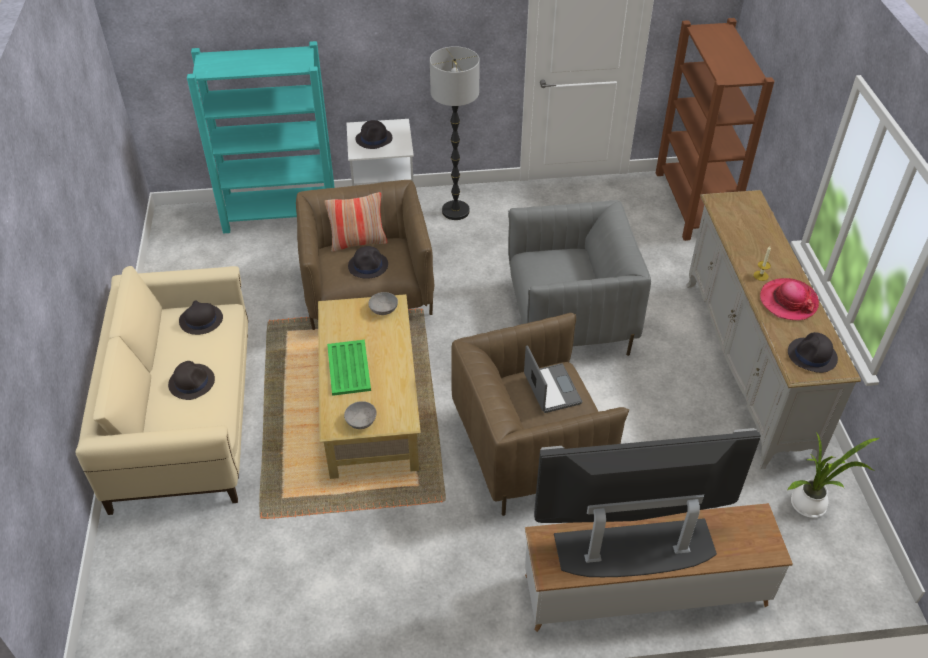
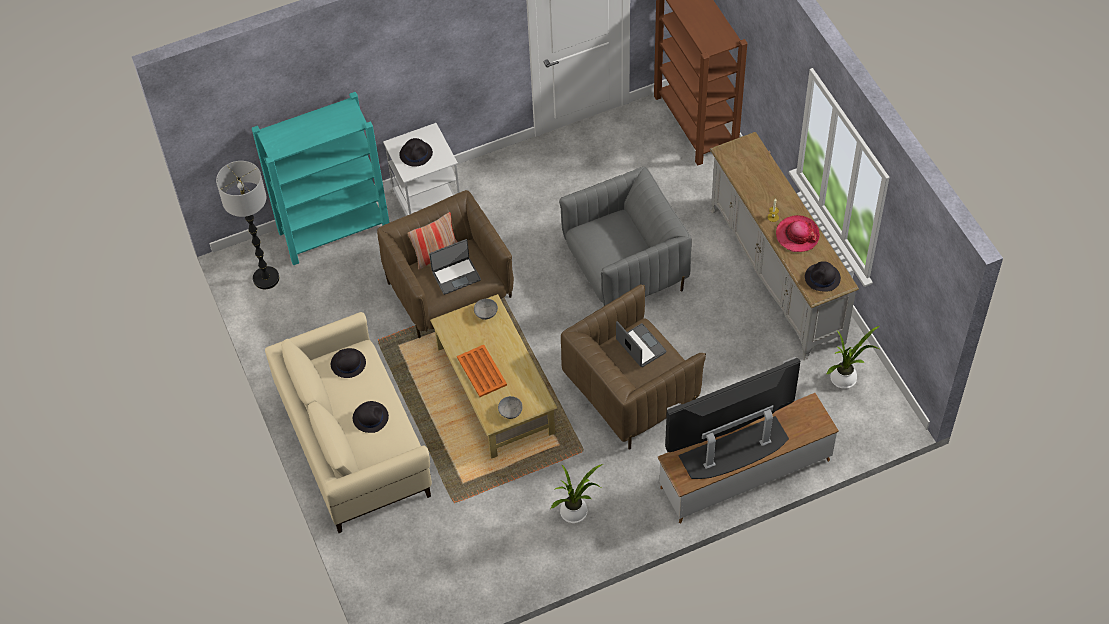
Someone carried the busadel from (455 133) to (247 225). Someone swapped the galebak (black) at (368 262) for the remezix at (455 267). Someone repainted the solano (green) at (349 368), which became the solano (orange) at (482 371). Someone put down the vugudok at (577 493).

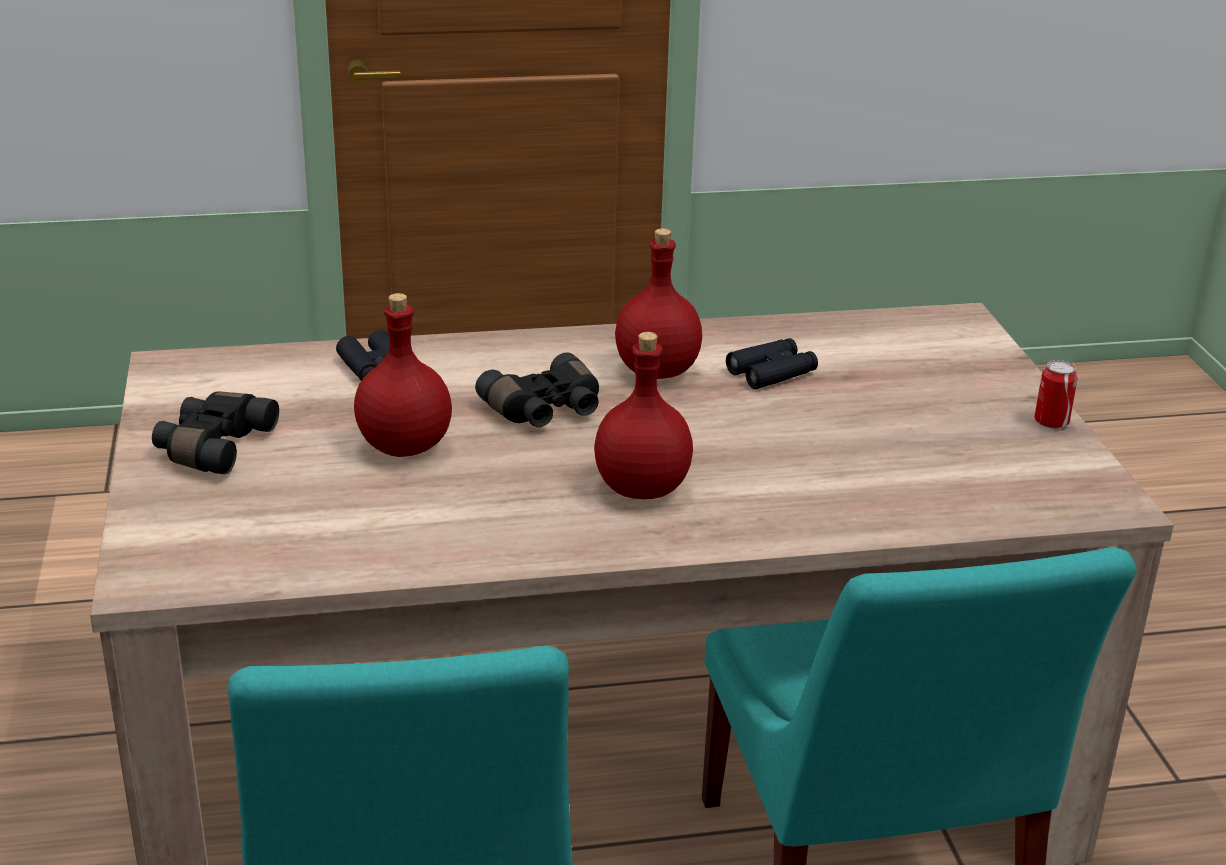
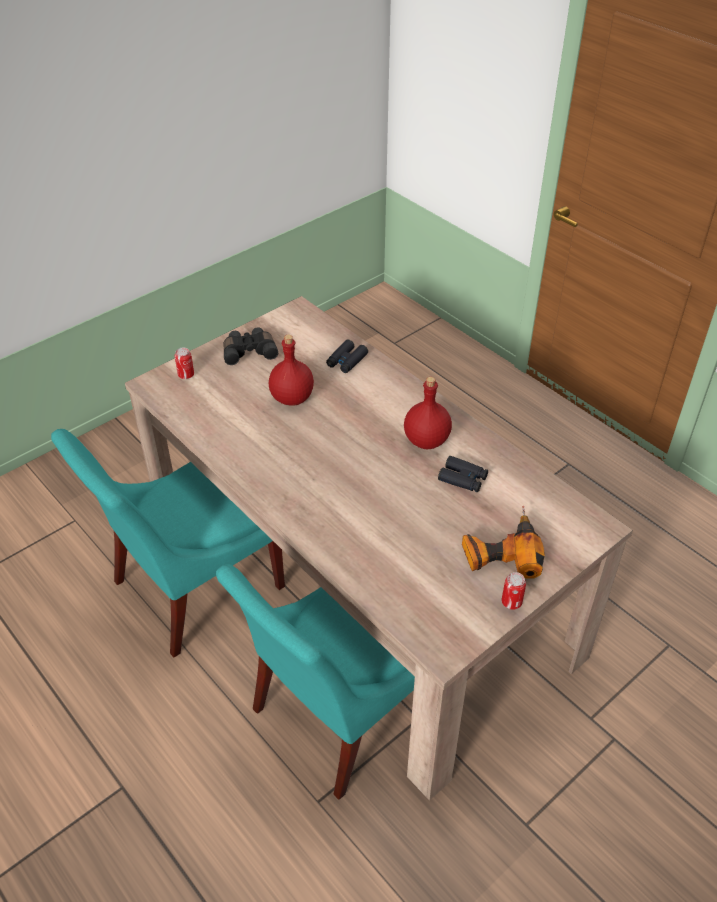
Someone put down the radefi at (184 363). Someone put down the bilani at (503 542). Someone took away the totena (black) at (537 390). Someone took away the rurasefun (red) at (643 415).

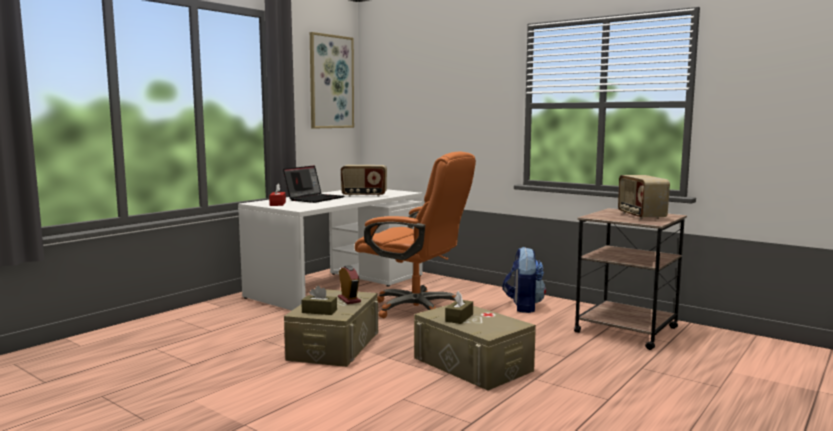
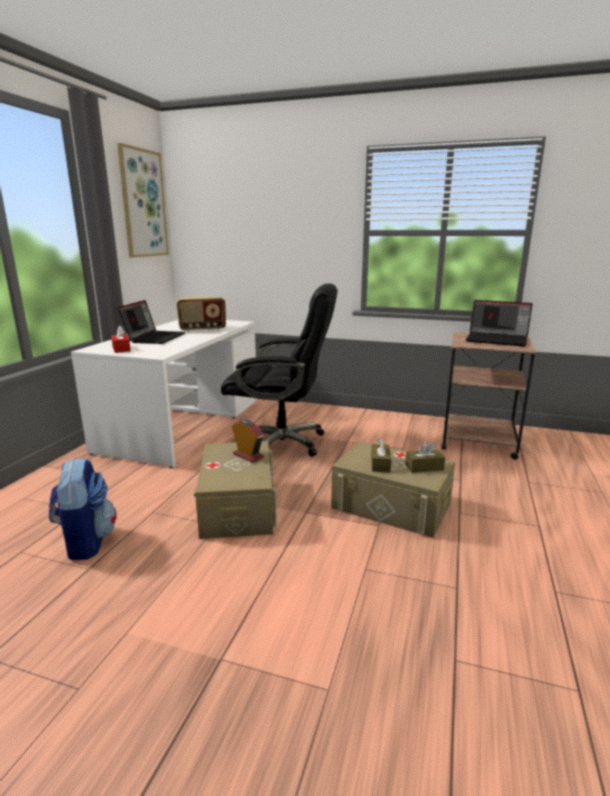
Someone carried the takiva from (524 280) to (83 509). Someone repainted the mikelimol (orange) at (415 235), which became the mikelimol (black) at (279 370). Someone carried the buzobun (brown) from (319 300) to (425 457). Someone swapped the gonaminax at (644 197) for the remezix at (498 323).

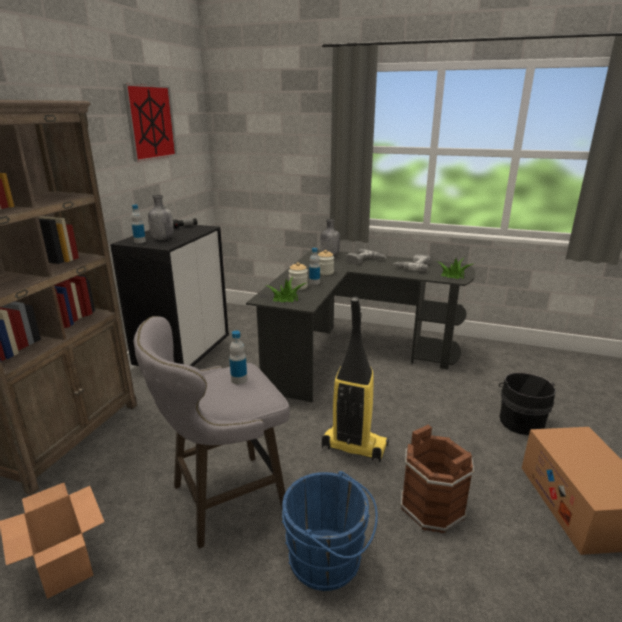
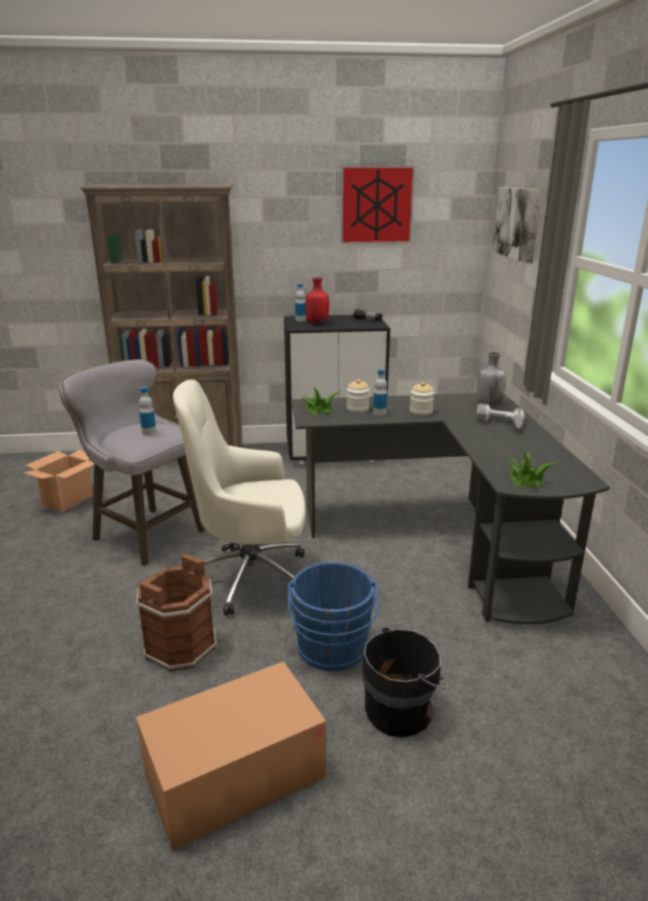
Someone swapped the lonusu at (355 380) for the mikelimol (beige) at (239 498). Someone carried the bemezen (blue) from (330 531) to (333 616). Someone repainted the rurasefun (grey) at (161 217), which became the rurasefun (red) at (317 301). Someone put up the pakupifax at (517 225). Someone took away the bilani at (412 262).

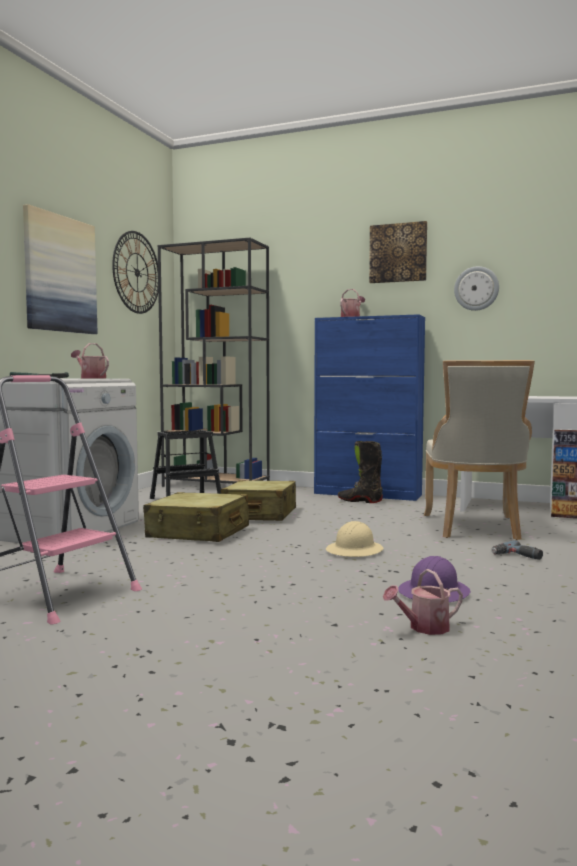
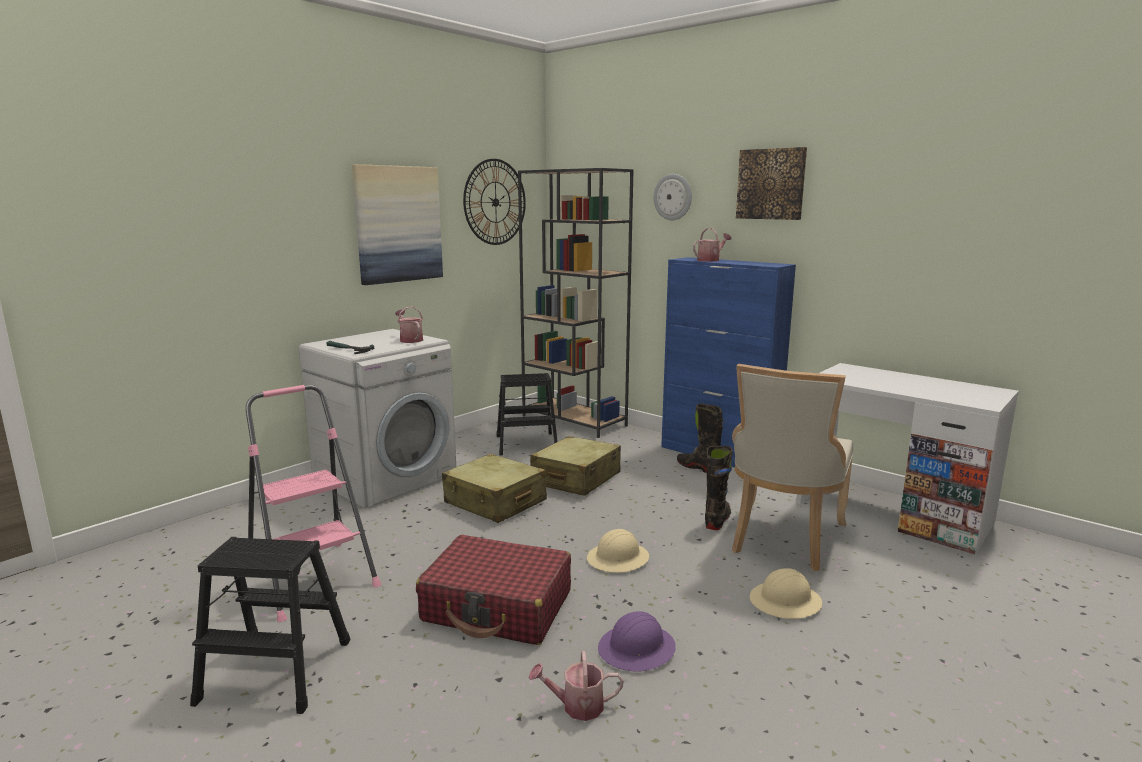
Someone put down the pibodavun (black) at (270 625). Someone put down the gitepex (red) at (493 590). Someone carried the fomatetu from (476 288) to (673 197). Someone put down the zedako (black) at (719 488). Someone swapped the bilani at (517 550) for the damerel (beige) at (786 593).

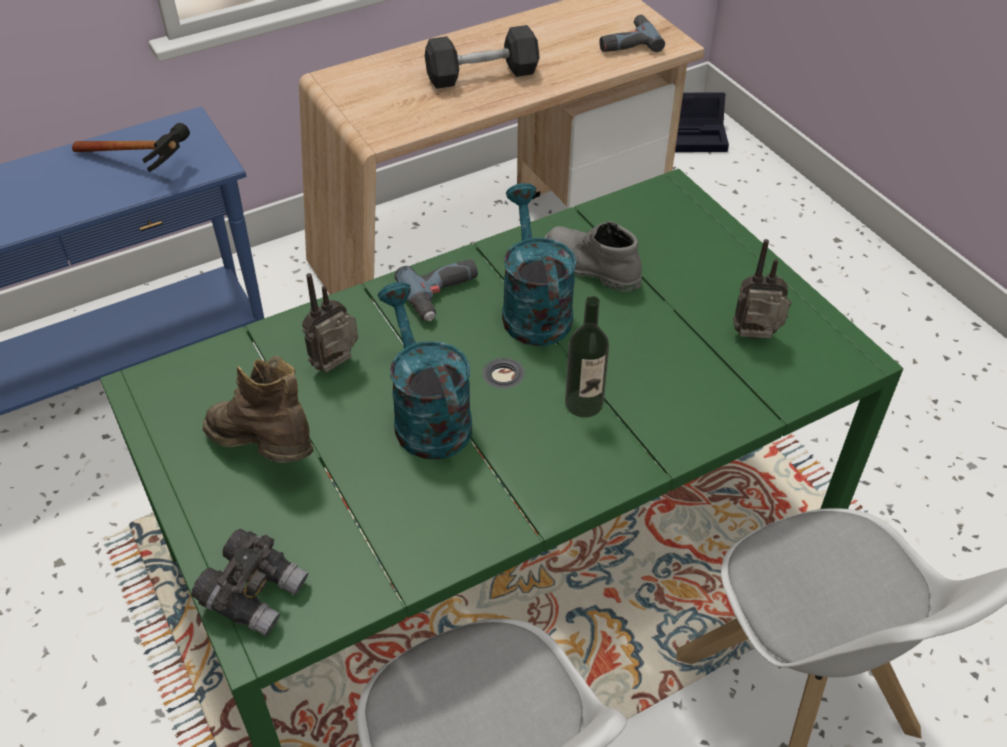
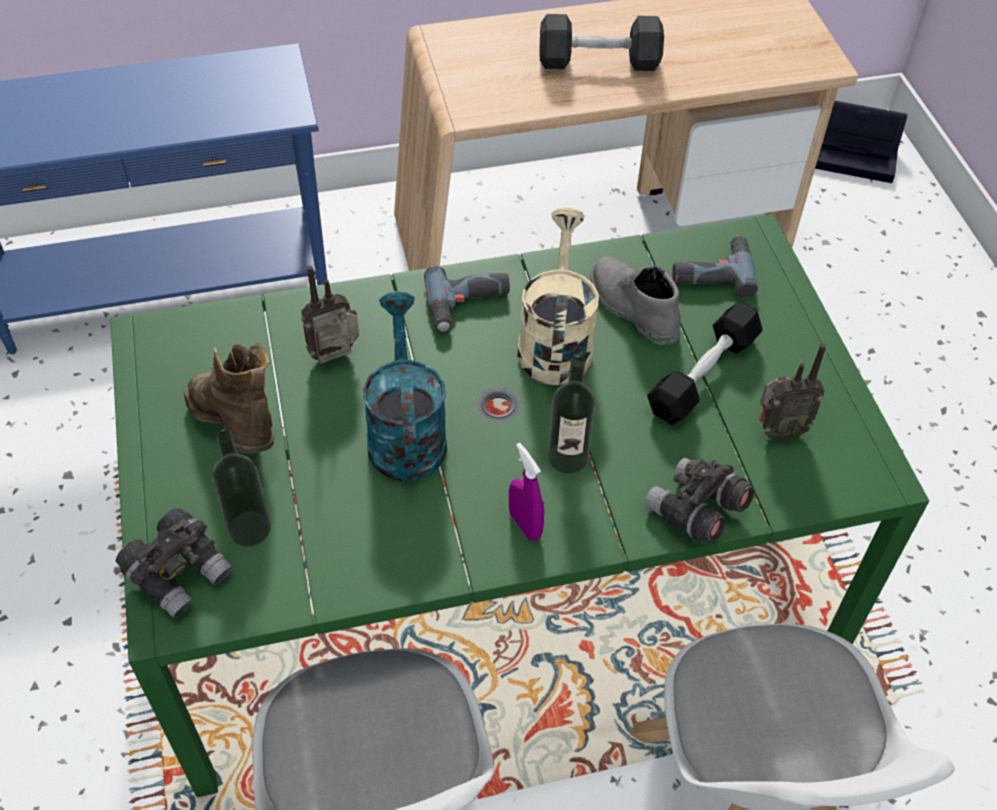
Someone put down the rurasefun at (241 488). Someone put down the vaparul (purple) at (527 492). Someone repainted the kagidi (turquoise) at (539 264), which became the kagidi (beige) at (558 296). Someone put down the totena (grey) at (699 500). Someone put down the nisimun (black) at (705 363). Someone carried the bilani from (632 33) to (715 266). Someone rotated the gonaminax at (762 289) by 150 degrees clockwise. Someone took away the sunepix at (131 147).

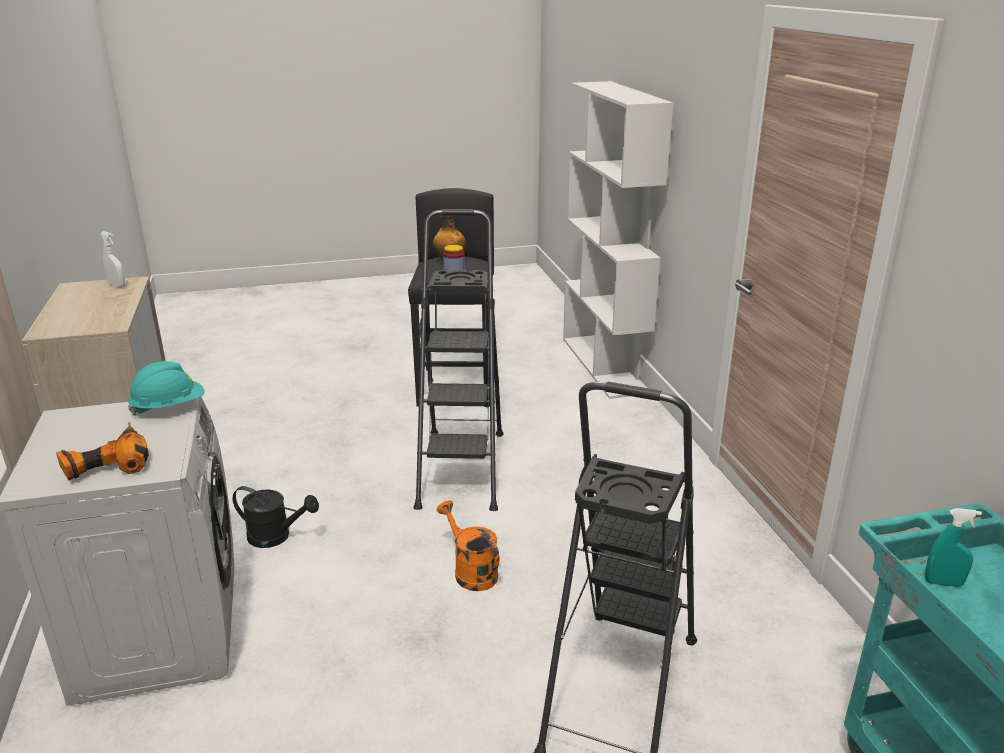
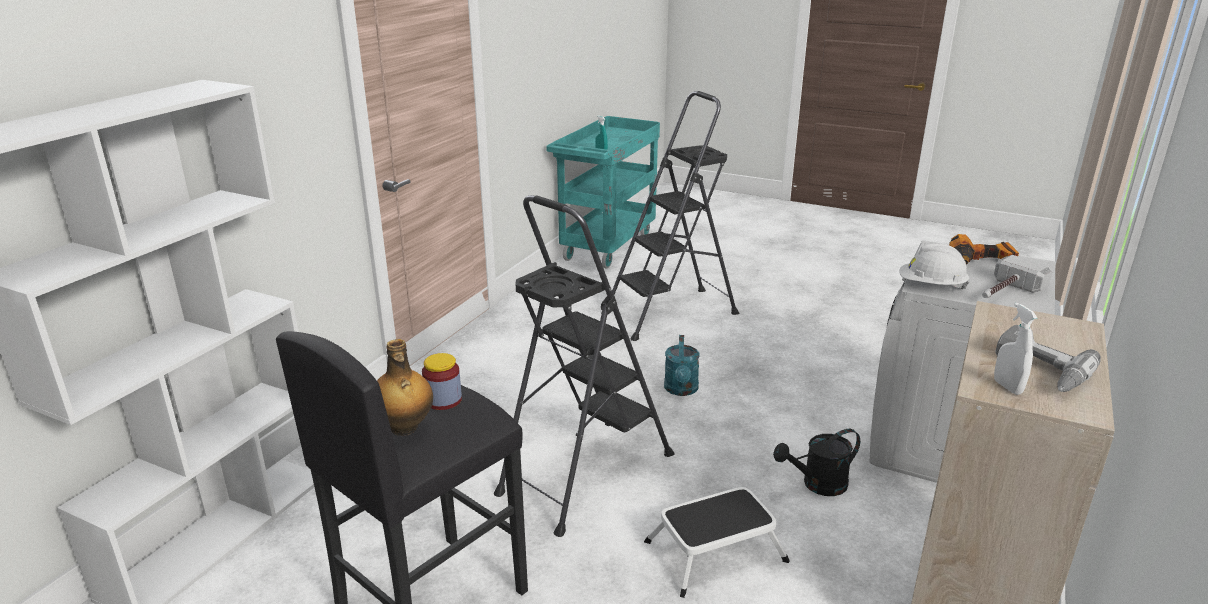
Someone put down the pibodavun (black) at (717 542). Someone repainted the kagidi (orange) at (468 545), which became the kagidi (turquoise) at (682 365). Someone rotated the kagidi (black) at (276 517) by 75 degrees counterclockwise. Someone repainted the damerel (turquoise) at (166 388), which became the damerel (white) at (934 266). Someone put down the sunepix at (1017 276). Someone put down the bilani at (1048 358).

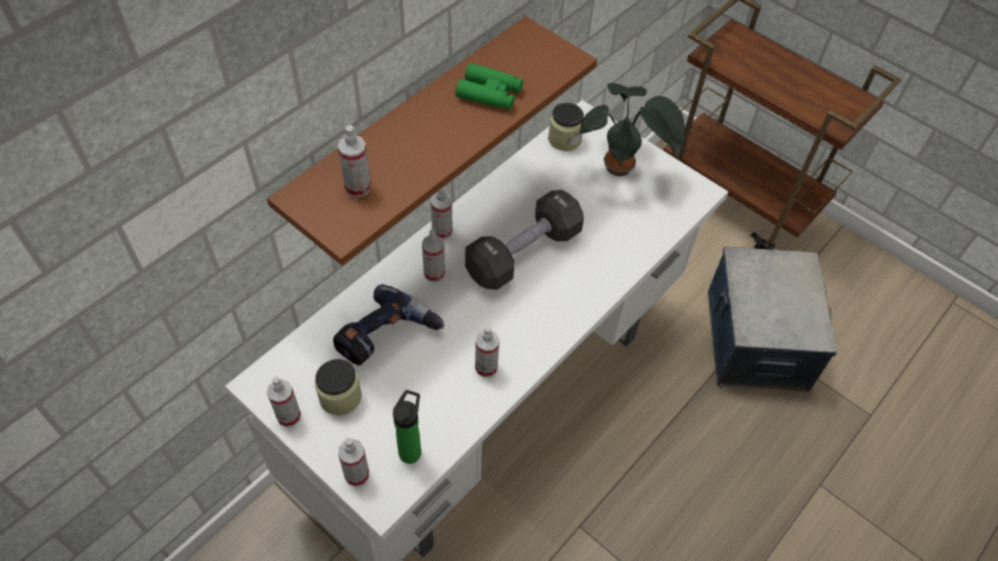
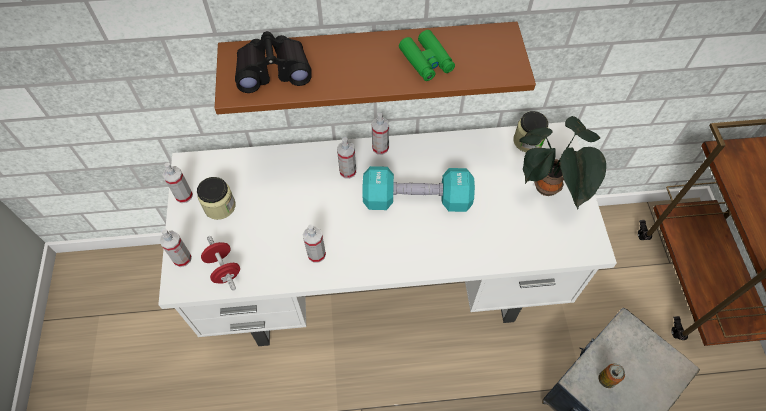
Someone swapped the rurasefun at (407 427) for the nisimun (red) at (220 263). Someone swapped the vaparul at (354 161) for the totena (black) at (273 62). Someone repainted the nisimun (black) at (524 240), which became the nisimun (turquoise) at (418 189). Someone put down the radefi at (612 375). Someone took away the bilani at (388 325).

